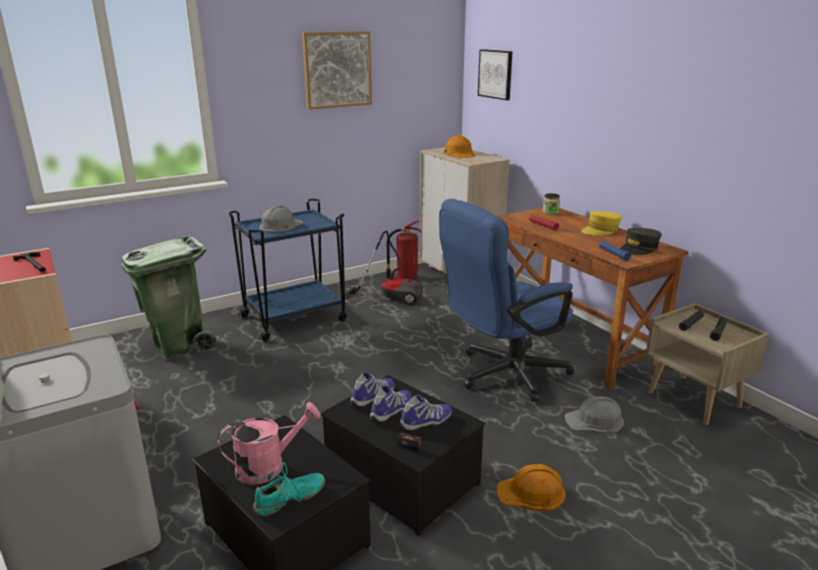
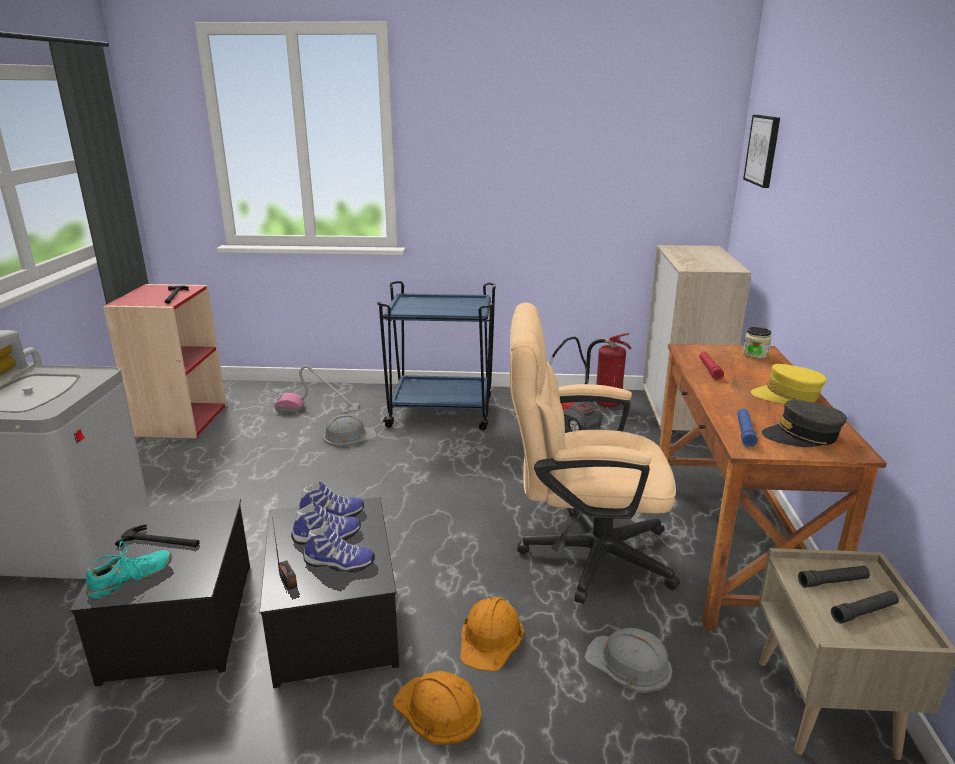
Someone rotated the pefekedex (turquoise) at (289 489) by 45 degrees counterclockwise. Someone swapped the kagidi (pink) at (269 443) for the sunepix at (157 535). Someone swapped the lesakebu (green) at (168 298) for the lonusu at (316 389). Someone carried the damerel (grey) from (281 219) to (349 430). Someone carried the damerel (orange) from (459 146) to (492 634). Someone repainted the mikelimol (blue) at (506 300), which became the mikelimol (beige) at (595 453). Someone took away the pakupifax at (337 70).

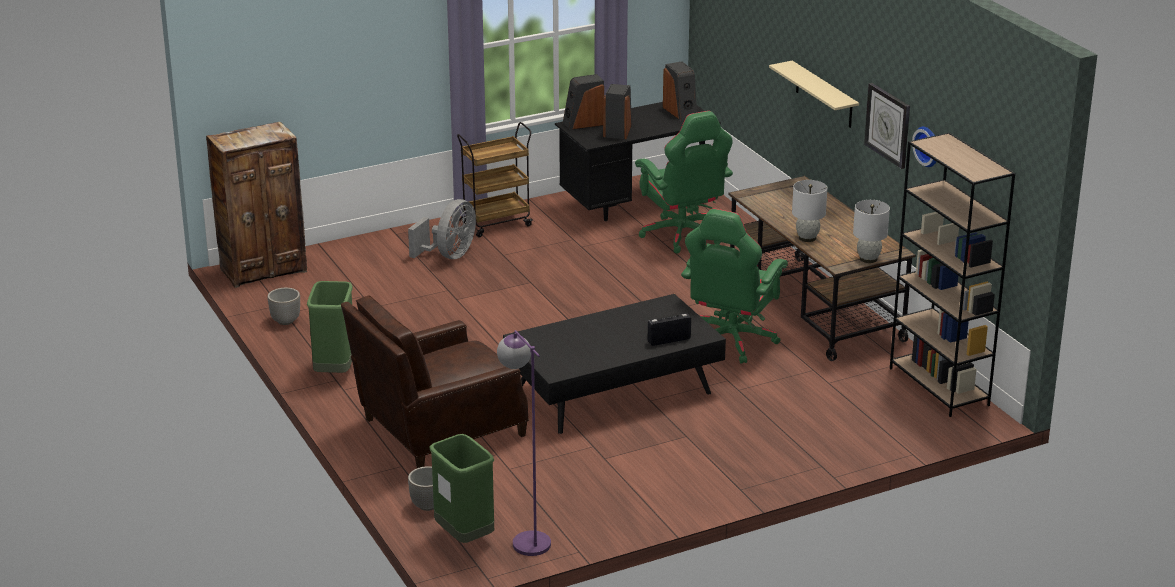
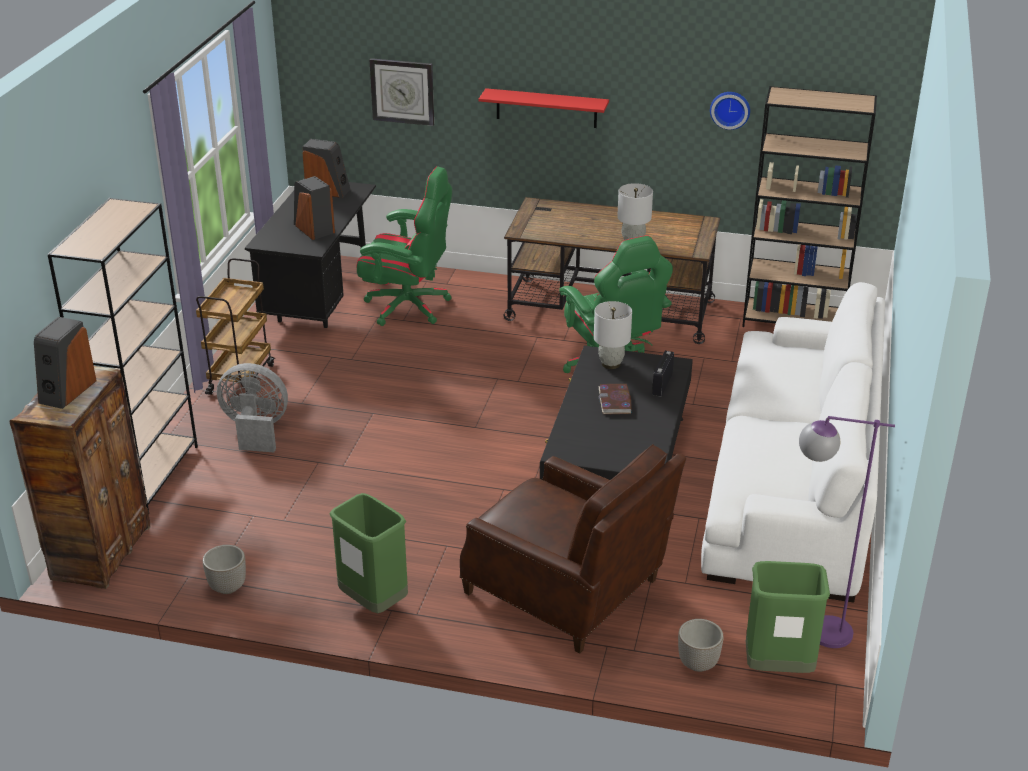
Someone carried the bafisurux from (583 102) to (65 363). Someone put down the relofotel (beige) at (122 355). Someone rotated the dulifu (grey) at (442 229) by 60 degrees counterclockwise. Someone carried the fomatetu from (887 126) to (402 92). Someone rotated the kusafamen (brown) at (435 381) by 60 degrees counterclockwise. Someone repainted the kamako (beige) at (814 94), which became the kamako (red) at (543 108). Someone carried the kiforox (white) from (871 231) to (613 335). Someone put down the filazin at (615 399). Someone put down the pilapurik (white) at (793 442).

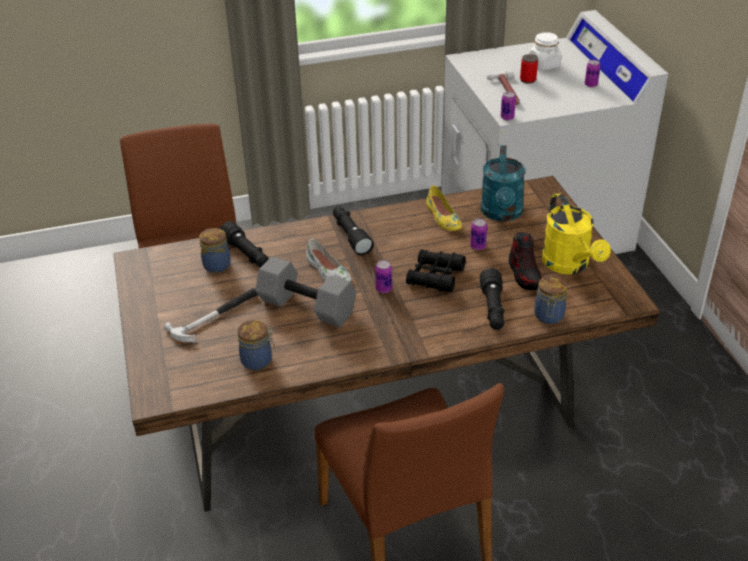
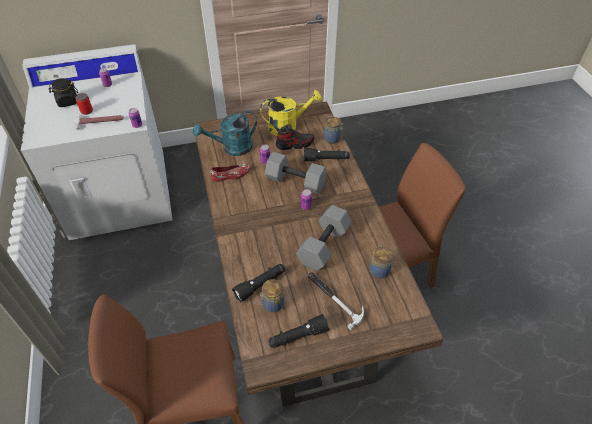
Someone repainted the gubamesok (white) at (545 51), which became the gubamesok (black) at (63 92). Someone rotated the kagidi (turquoise) at (503 183) by 150 degrees clockwise. Someone repainted the pefekedex (yellow) at (444 208), which became the pefekedex (red) at (230 173). Someone swapped the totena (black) at (436 270) for the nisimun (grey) at (296 173). Someone carried the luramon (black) from (353 231) to (298 331). Someone took away the pefekedex (white) at (328 260).

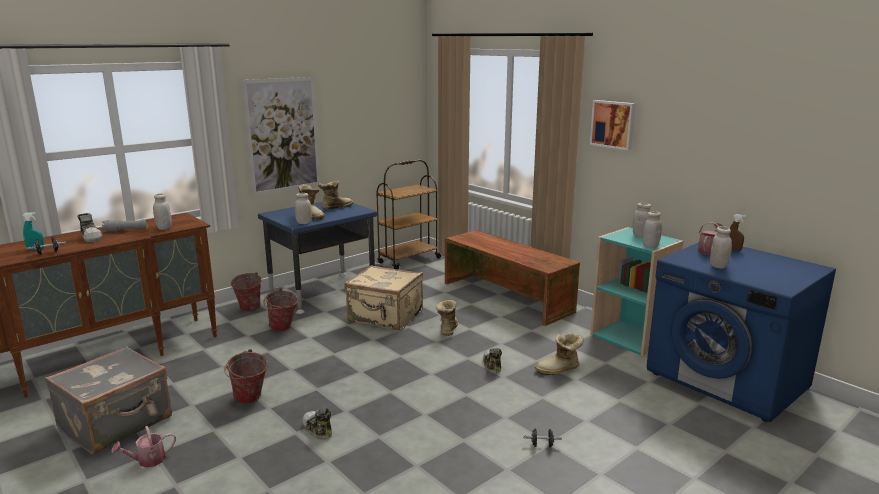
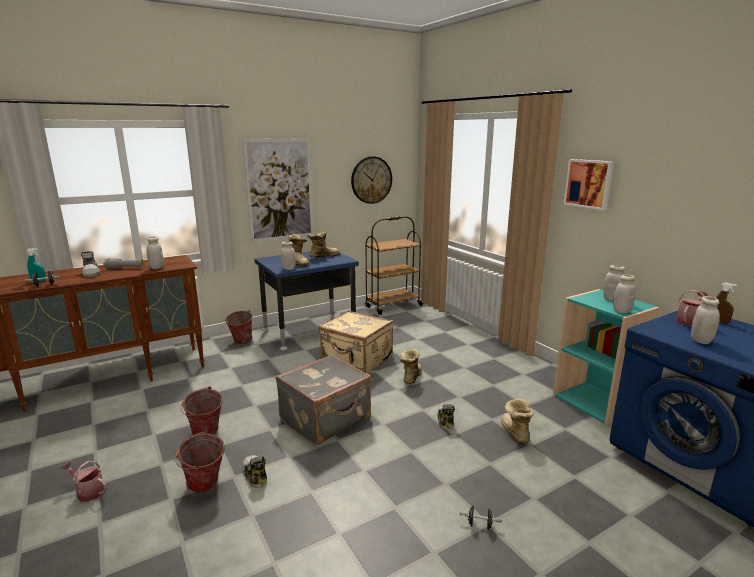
Someone rotated the kagidi at (143 447) by 45 degrees clockwise. Someone carried the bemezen from (280 309) to (200 461). Someone carried the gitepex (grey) from (108 400) to (324 399). Someone put up the fomatetu at (371 180). Someone rotated the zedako at (559 354) by 90 degrees clockwise. Someone took away the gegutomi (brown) at (512 278).

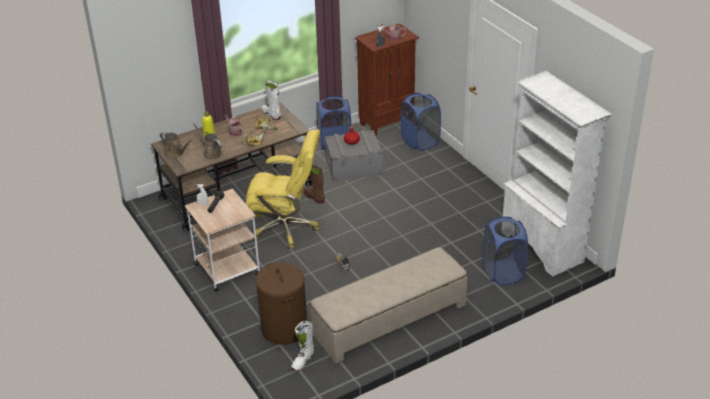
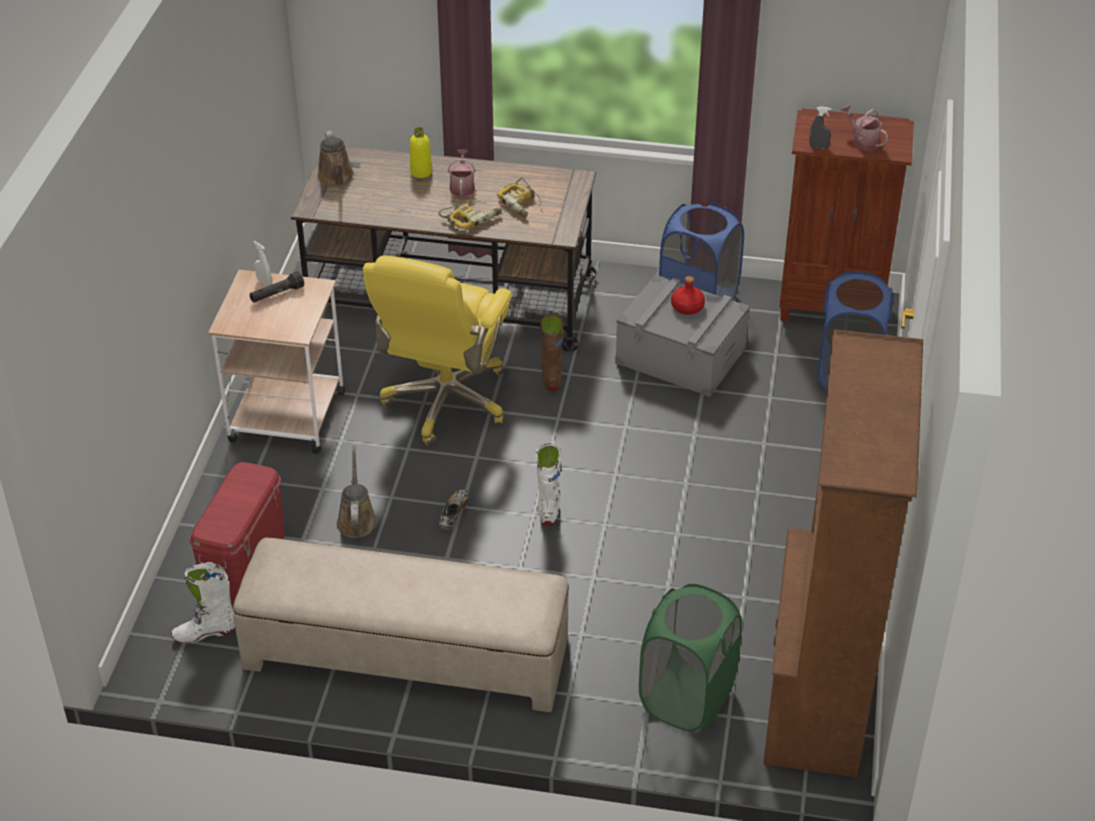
Someone swapped the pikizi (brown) at (281 304) for the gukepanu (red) at (237 533). Someone carried the kagidi (brown) from (208 140) to (356 492). Someone rotated the mikelimol (yellow) at (283 189) by 60 degrees clockwise. Someone carried the zedako (white) from (271 100) to (549 484). Someone repainted the pikizi (blue) at (505 251), which became the pikizi (green) at (690 658). Someone repainted the relofotel (white) at (557 174), which became the relofotel (brown) at (843 553).

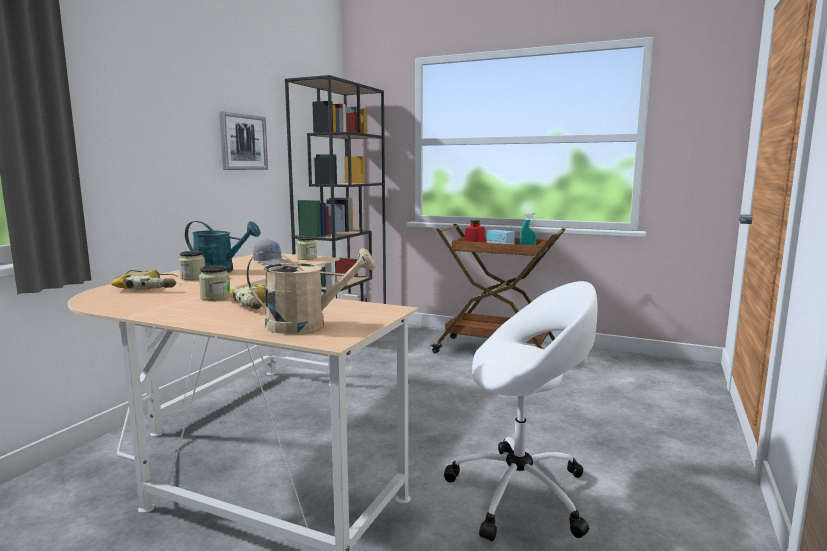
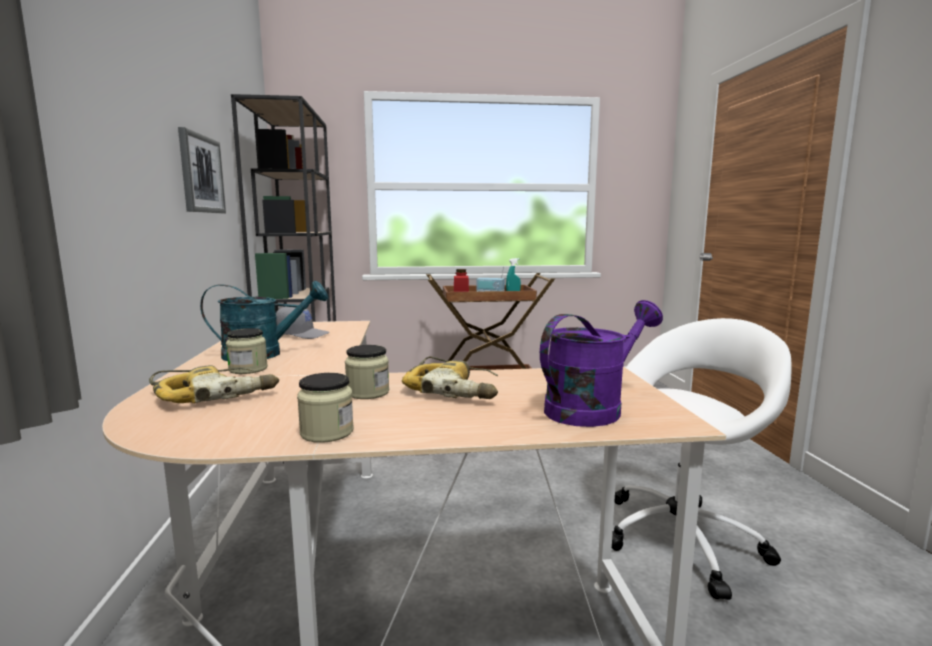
Someone carried the gubamesok from (306 248) to (325 408). Someone repainted the kagidi (beige) at (311 291), which became the kagidi (purple) at (601 363).

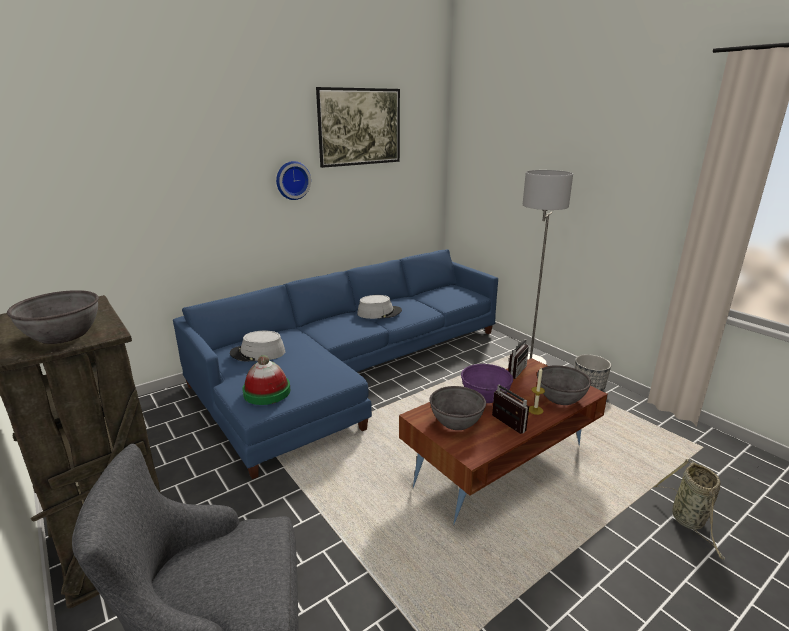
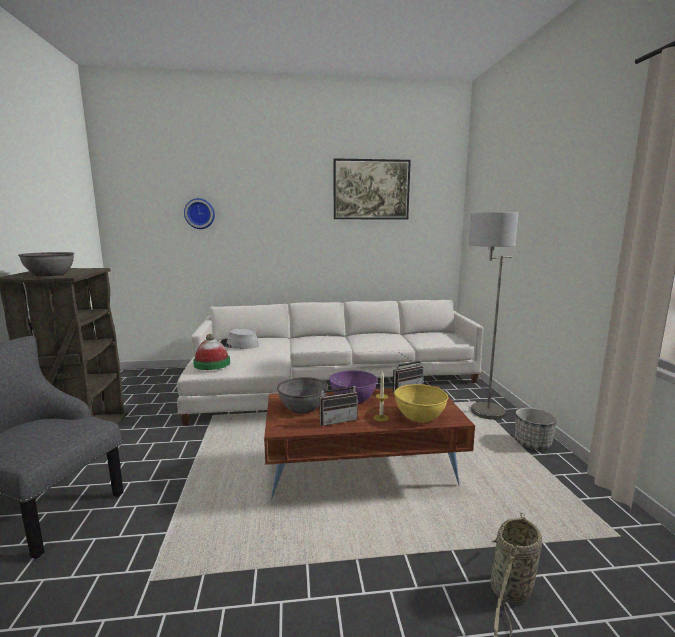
Someone repainted the pilapurik (blue) at (335 364), which became the pilapurik (white) at (330 363). Someone carried the fomatetu from (293 180) to (199 213). Someone rotated the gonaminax at (510 409) by 75 degrees clockwise. Someone repainted the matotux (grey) at (564 385), which became the matotux (yellow) at (421 403). Someone took away the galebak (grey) at (379 307).

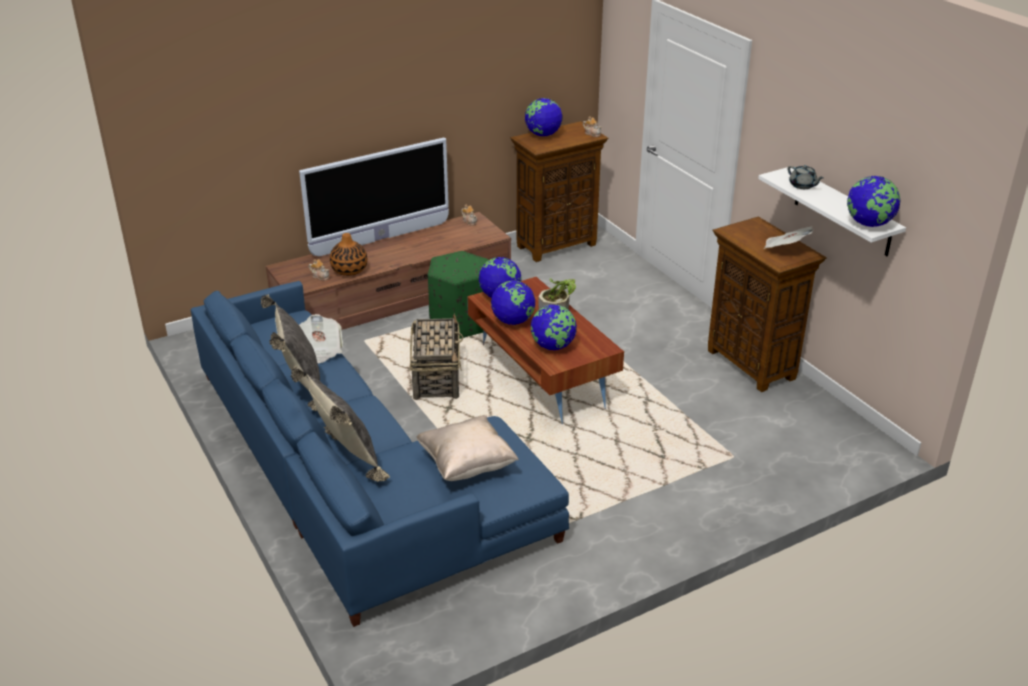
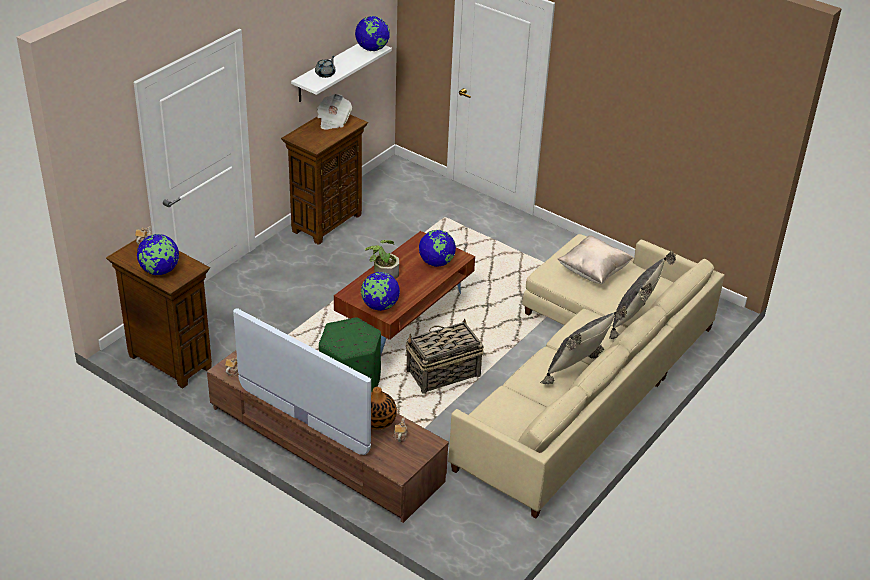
Someone repainted the pilapurik (blue) at (380 454), which became the pilapurik (beige) at (586 376). Someone took away the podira at (321 338). Someone took away the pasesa at (513 302).

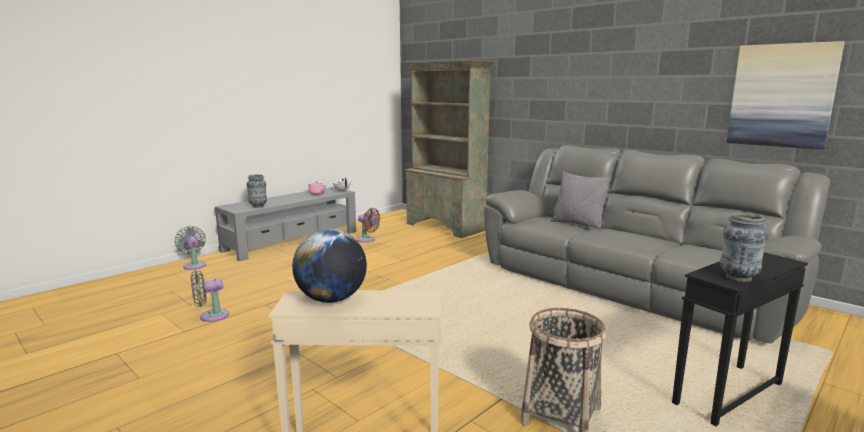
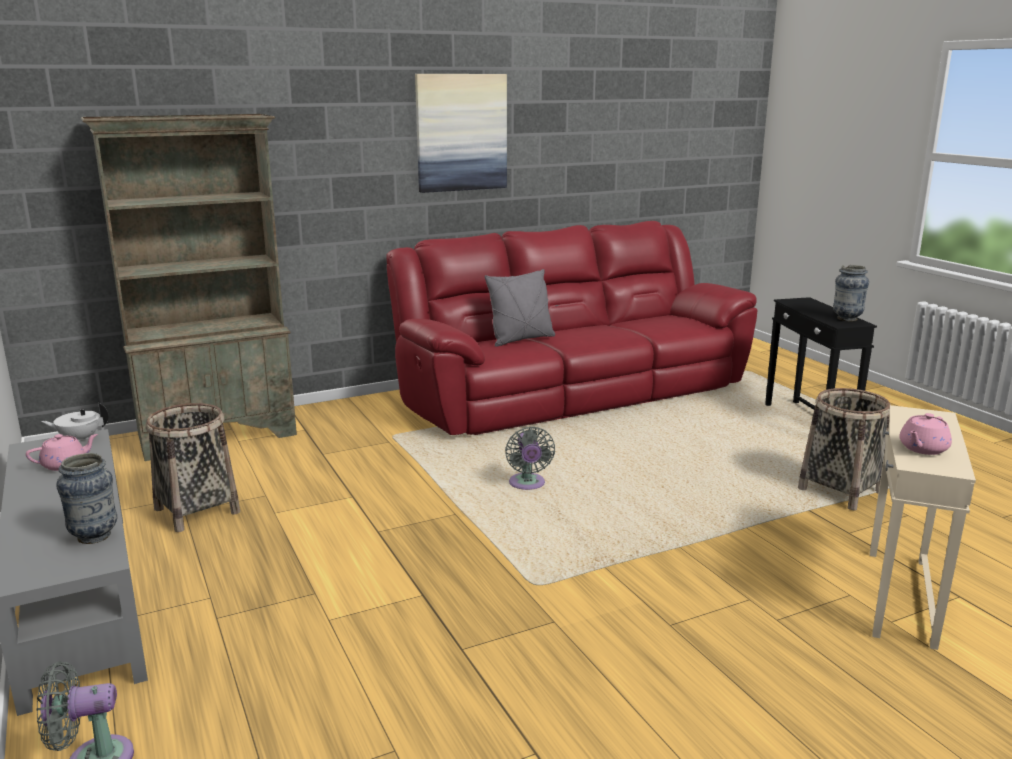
Someone swapped the dulifu (brown) at (369 225) for the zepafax at (193 467). Someone repainted the pilapurik (grey) at (657 244), which became the pilapurik (red) at (571 328). Someone carried the pakupifax from (786 95) to (461 133). Someone carried the dulifu (grey) from (210 296) to (530 458). Someone swapped the pasesa at (329 266) for the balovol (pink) at (926 434).

